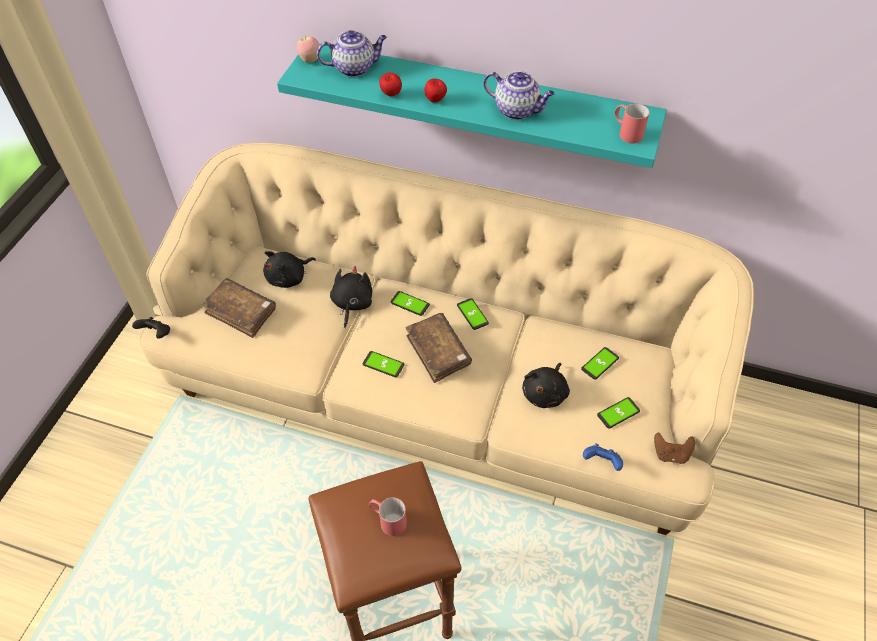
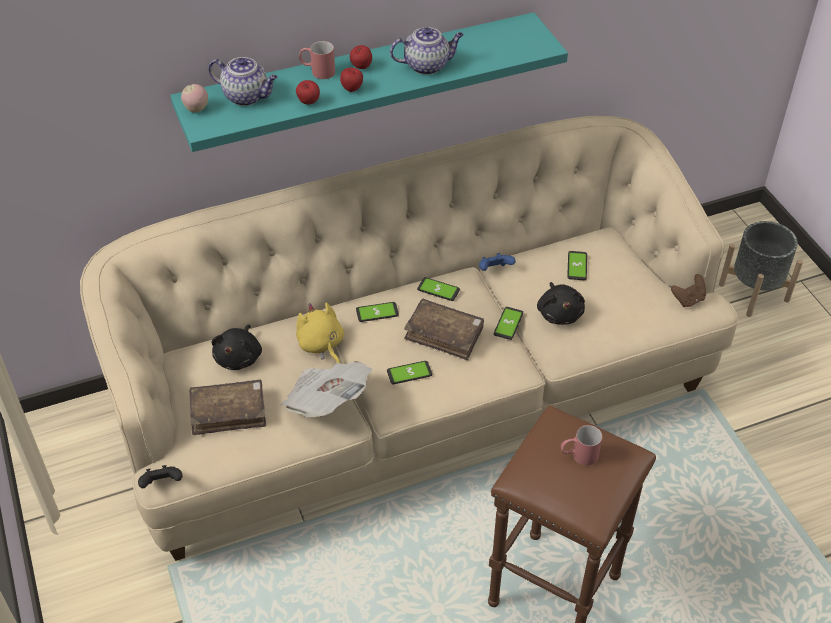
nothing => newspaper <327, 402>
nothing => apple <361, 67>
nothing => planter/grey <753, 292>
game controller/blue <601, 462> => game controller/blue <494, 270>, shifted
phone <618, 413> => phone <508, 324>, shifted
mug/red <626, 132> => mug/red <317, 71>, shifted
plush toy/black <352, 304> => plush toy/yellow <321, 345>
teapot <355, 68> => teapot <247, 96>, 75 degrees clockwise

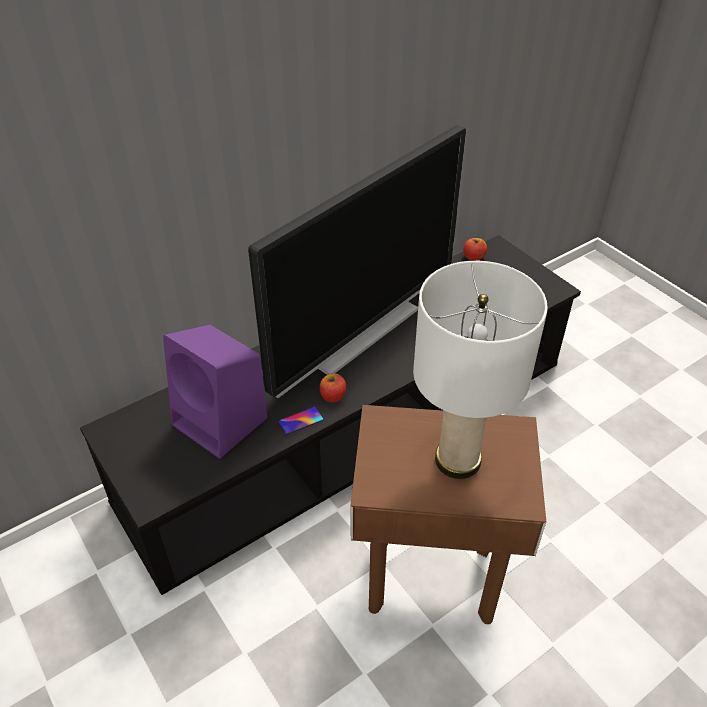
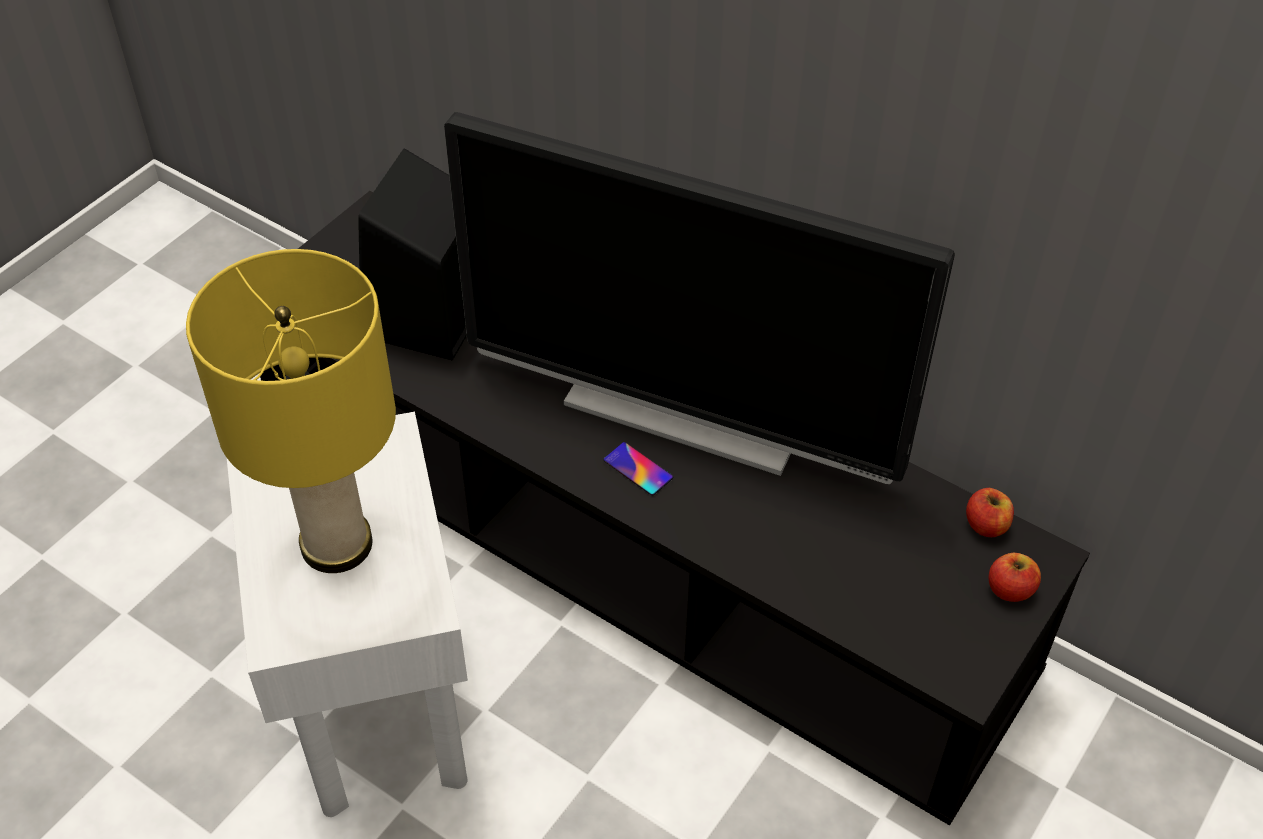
phone <300, 421> => phone <638, 469>, shifted
apple <333, 396> => apple <1010, 589>, shifted
speaker/purple <222, 422> => speaker/black <426, 317>
side table/brown <431, 579> => side table/white <380, 718>
table lamp/white <458, 461> => table lamp/yellow <335, 545>

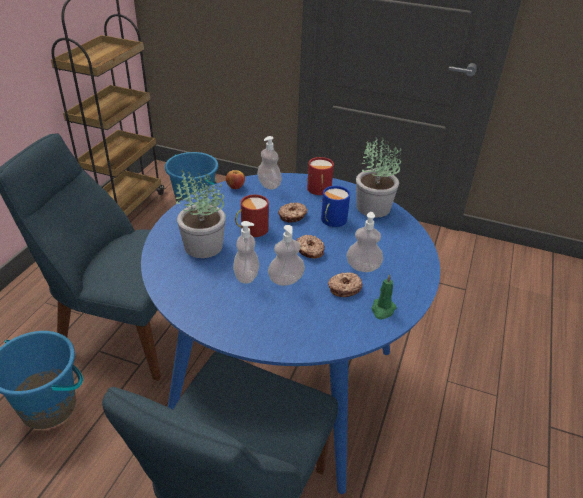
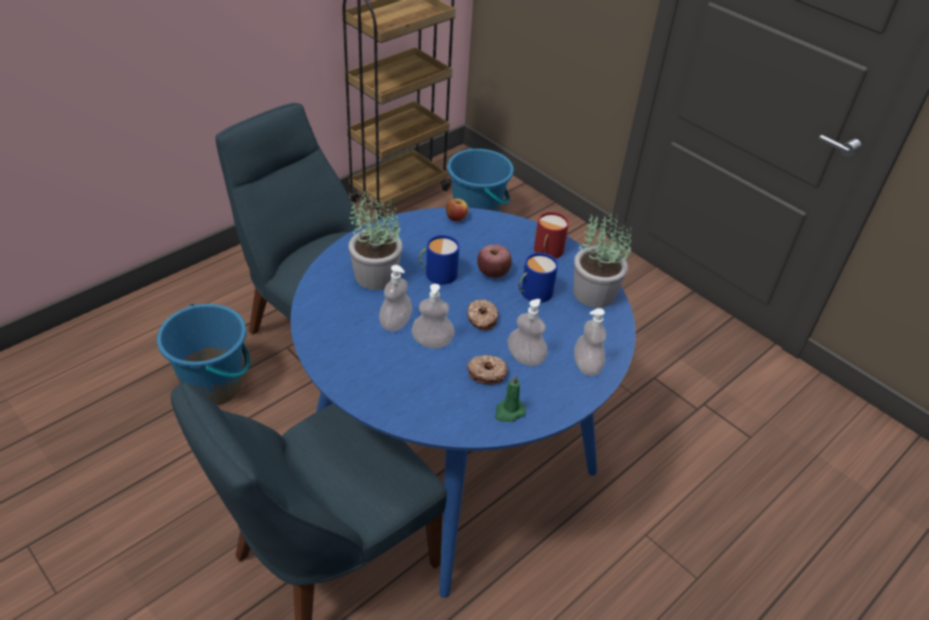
soap dispenser <269, 185> => soap dispenser <587, 366>, shifted
donut <292, 216> => apple <493, 273>
mug/red <251, 229> => mug/blue <437, 273>

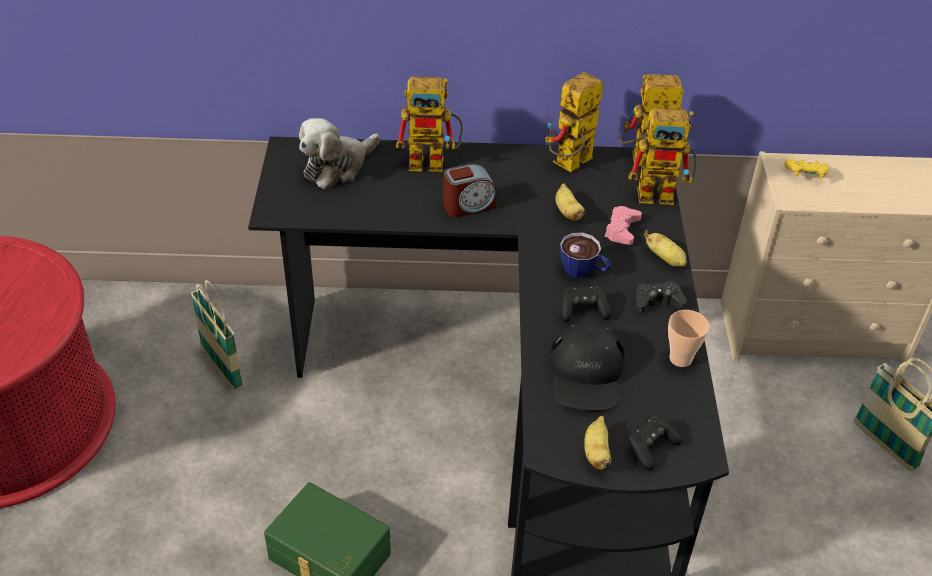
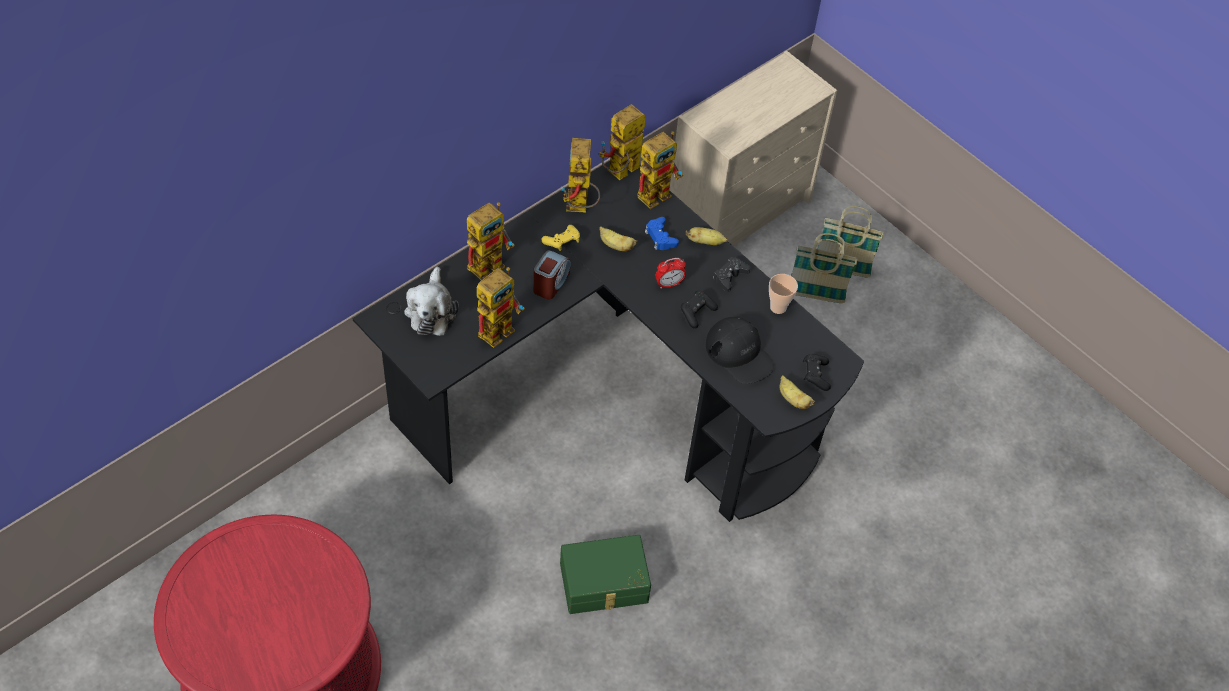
nothing => toy robot <500, 326>
basket <222, 368> => basket <815, 296>, shifted
game controller/yellow <805, 175> => game controller/yellow <562, 242>, shifted
cup <583, 271> => alarm clock <669, 284>
game controller/pink <622, 230> => game controller/blue <660, 237>

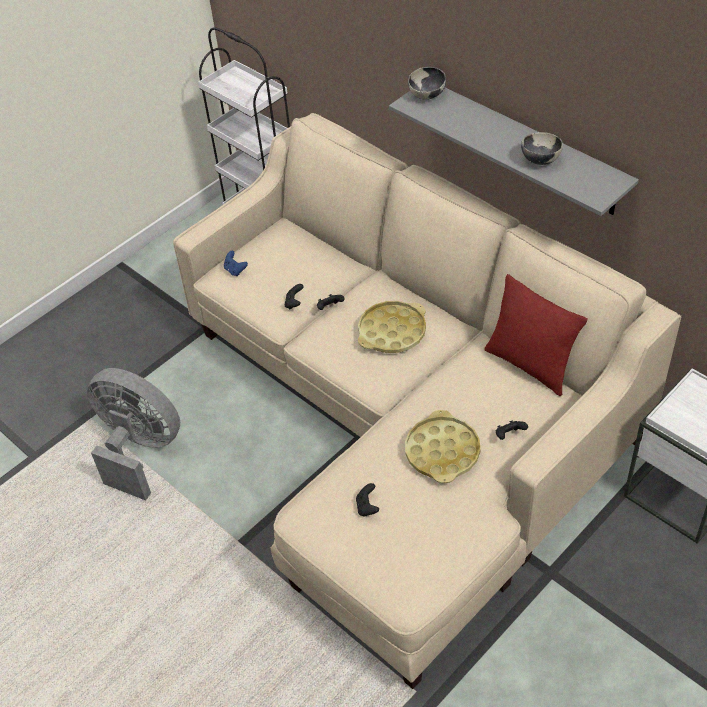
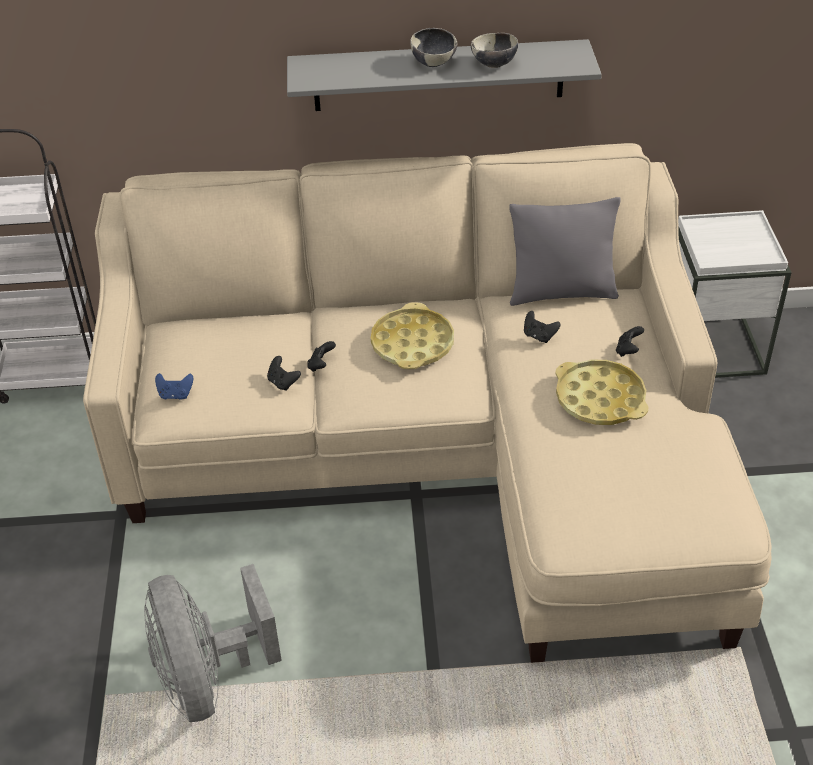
game controller/black <367, 507> => game controller/black <539, 336>, shifted
bowl <427, 95> => bowl <433, 62>, shifted
pillow/red <529, 365> => pillow/grey <561, 292>
fan/grey <140, 450> => fan/grey <208, 678>, 90 degrees counterclockwise

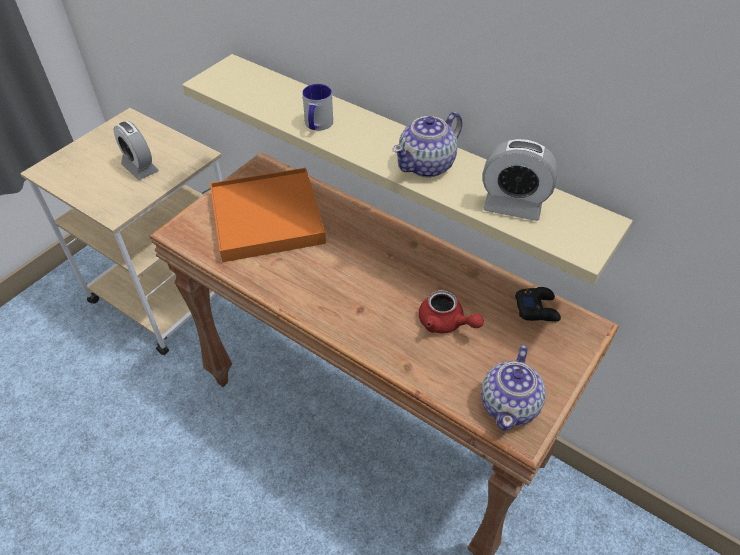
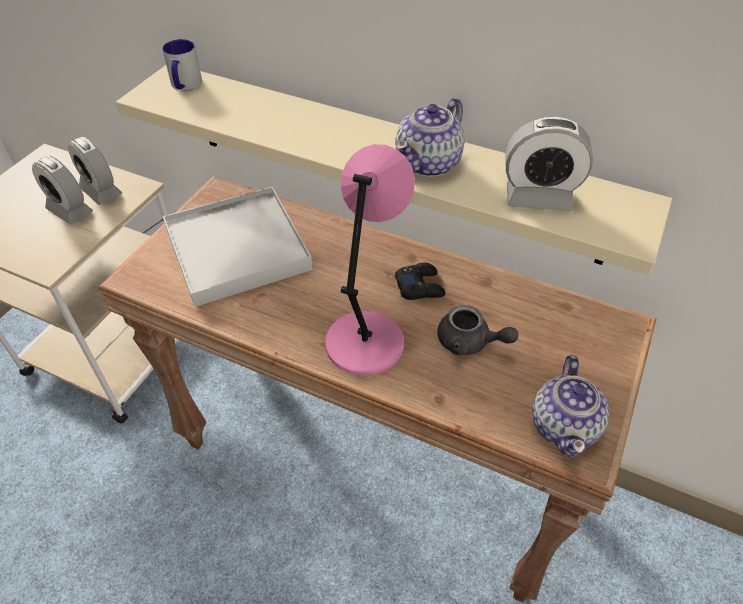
nothing => alarm clock <101, 191>
nothing => table lamp/pink <366, 339>
mug <317, 125> => mug <185, 86>, shifted
game controller/black <537, 308> => game controller/black <420, 286>, shifted
tray/orange <267, 218> => tray/white <237, 249>
teapot/red <445, 323> => teapot/grey <470, 342>

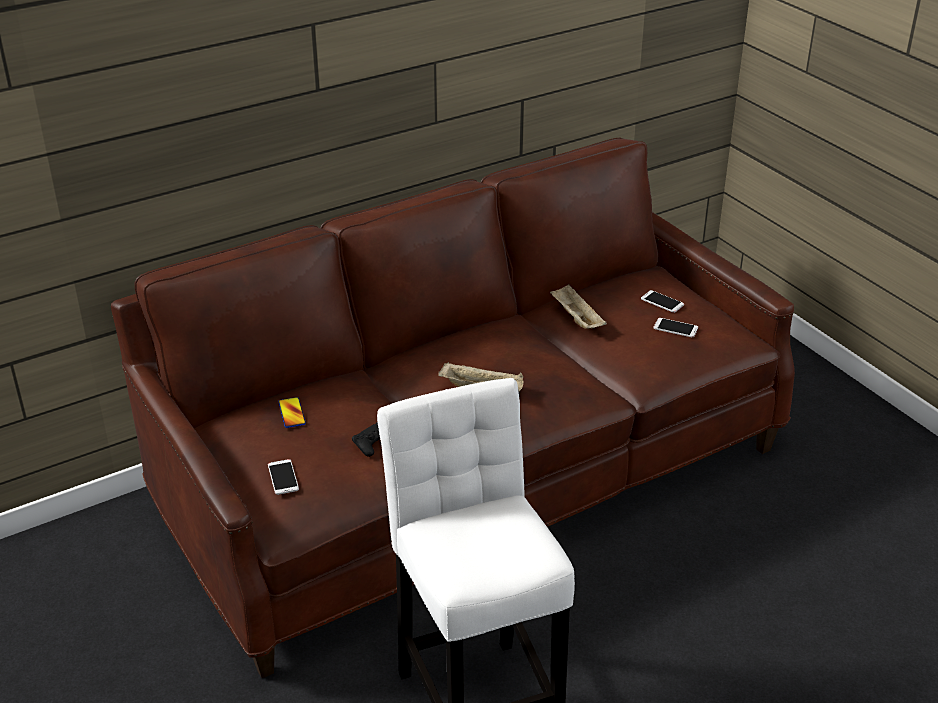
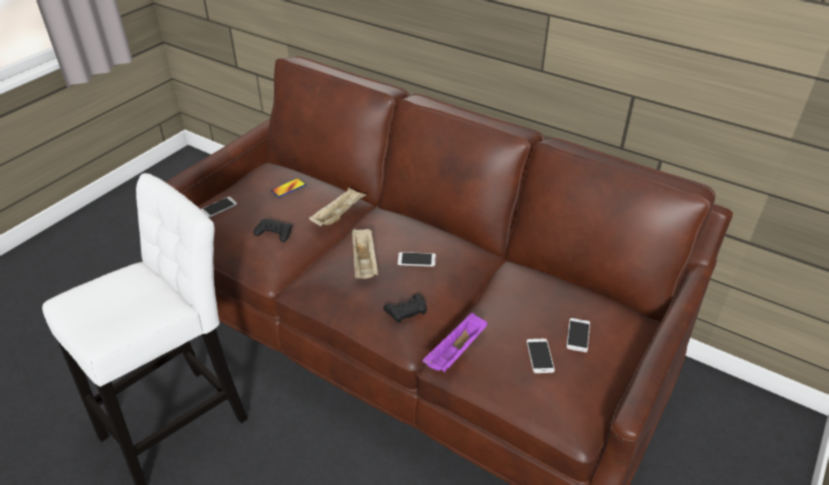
nothing => game controller/black <406, 310>
nothing => phone <416, 259>
nothing => tray/purple <455, 353>
tray/beige <576, 318> => tray/beige <338, 215>, shifted

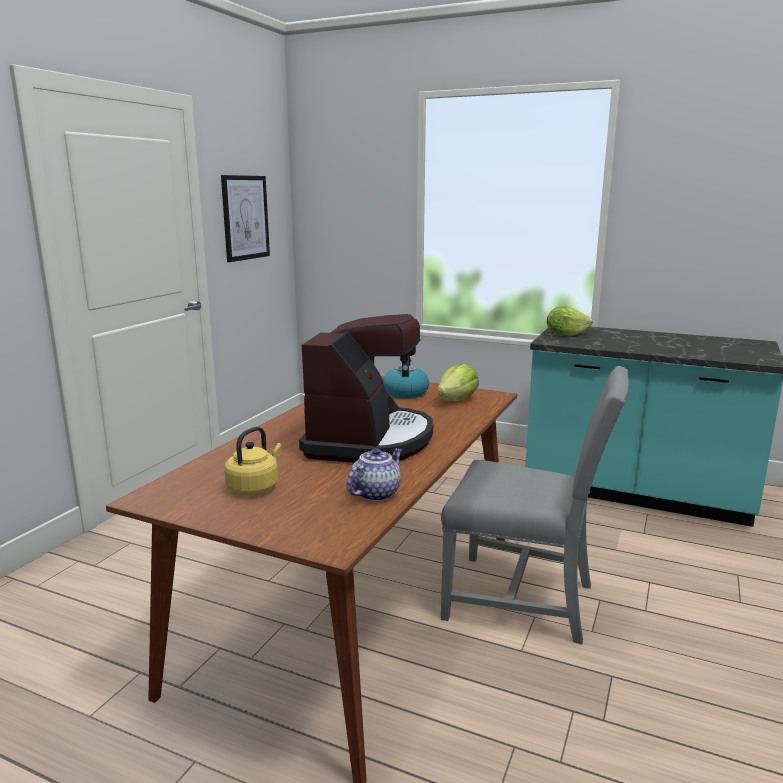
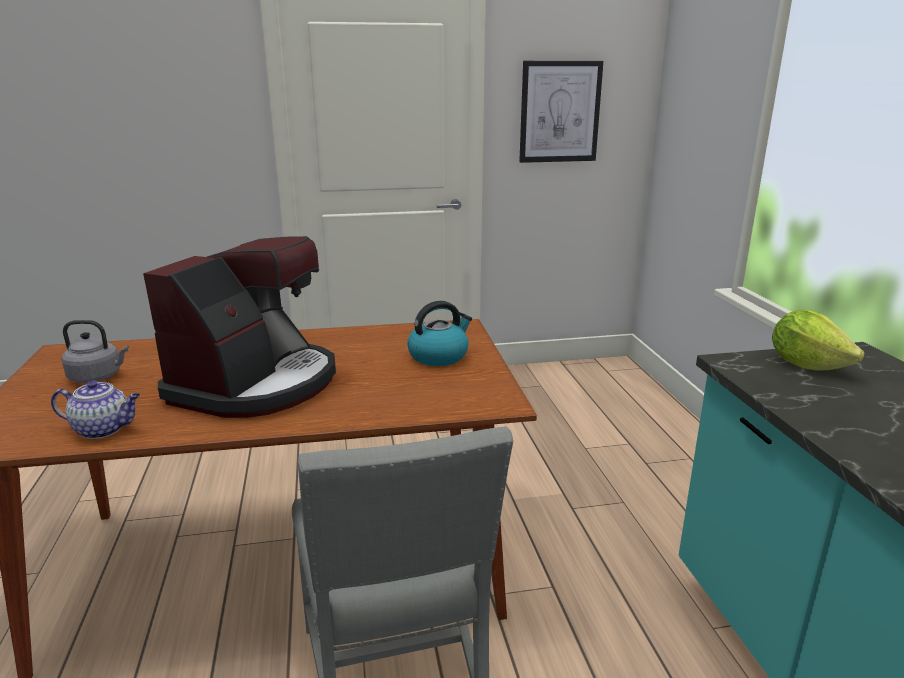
lettuce <457, 400> => nothing
kettle/yellow <255, 487> => kettle/grey <98, 377>
coffee machine <369, 440> => coffee machine <257, 384>, 45 degrees counterclockwise

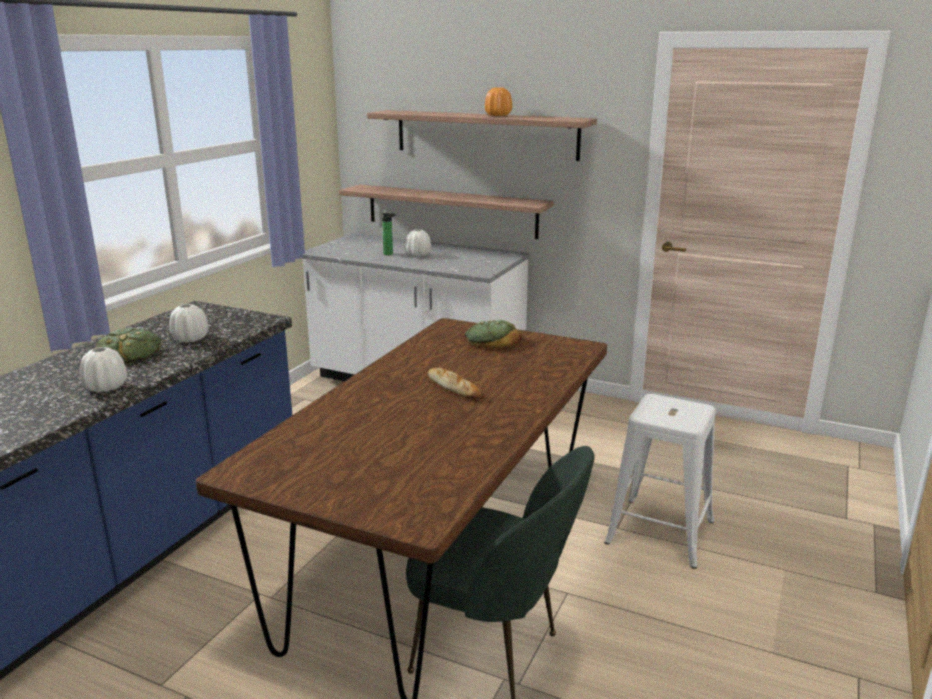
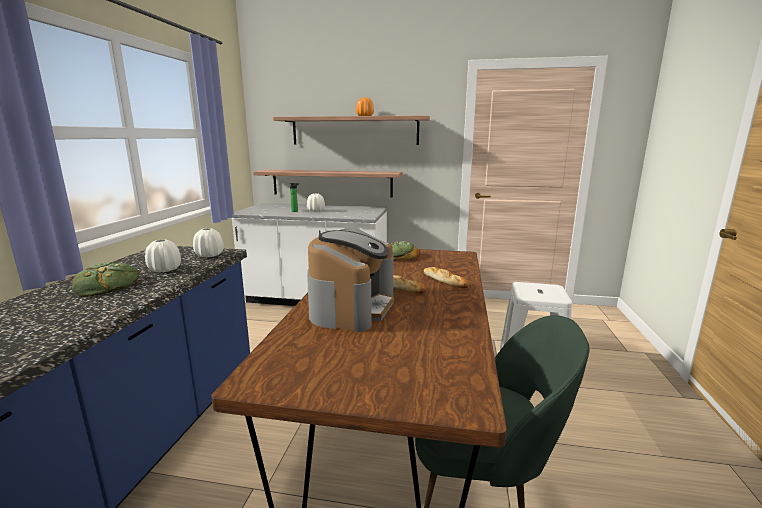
nothing => coffee machine <352, 307>
nothing => bread <444, 281>
vase/white <106, 387> => vase/white <209, 255>, shifted

